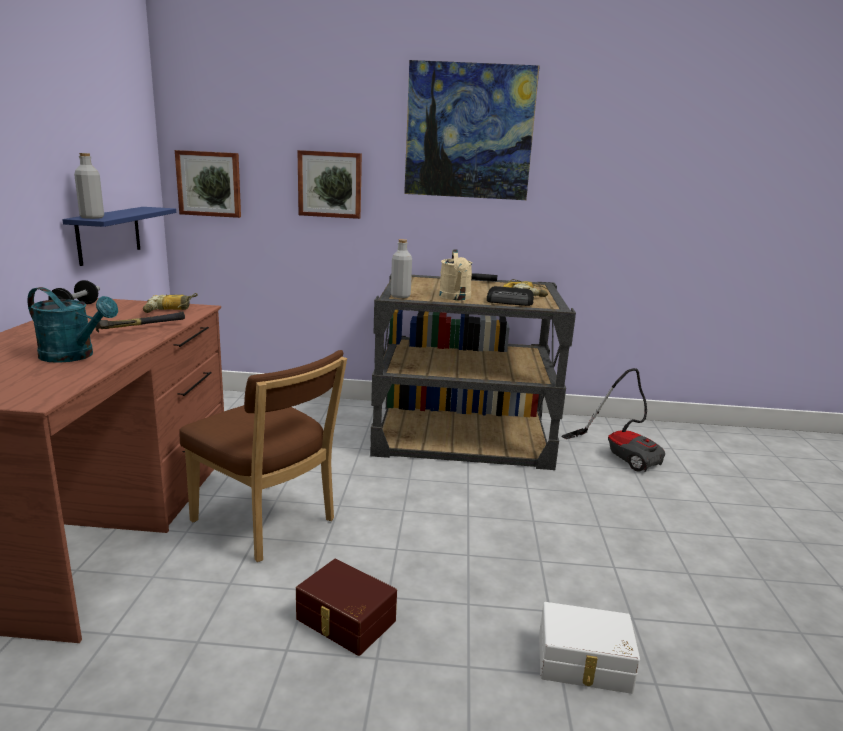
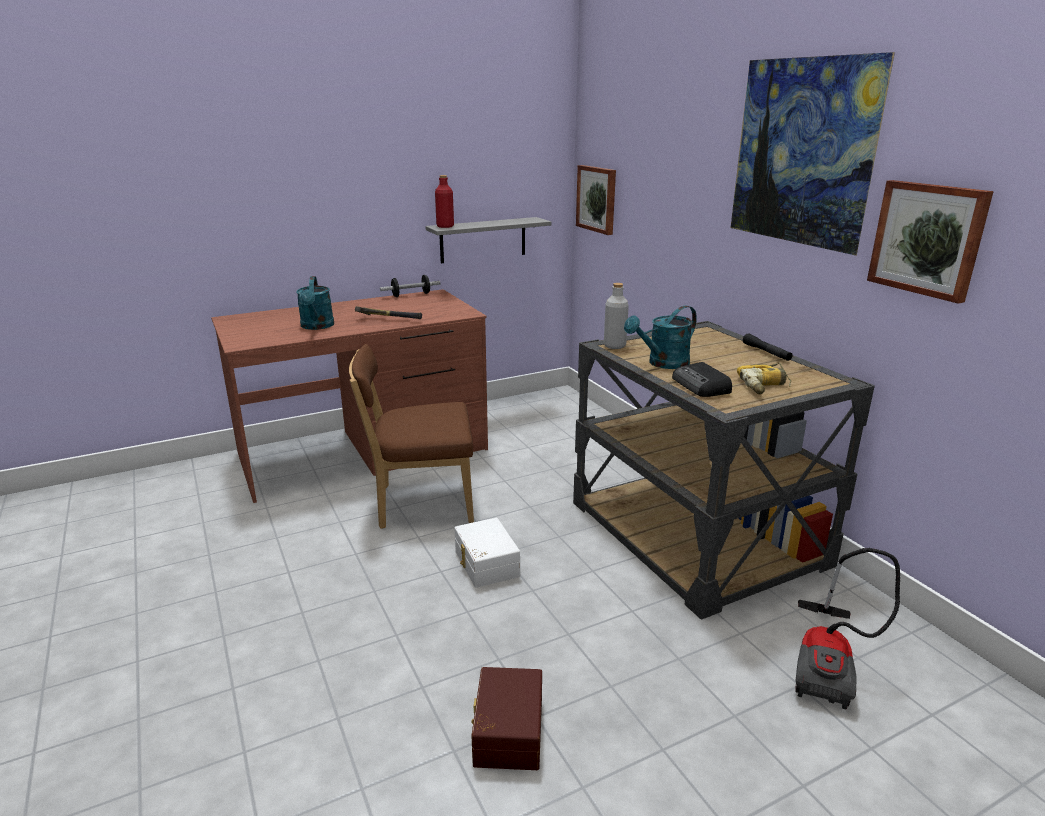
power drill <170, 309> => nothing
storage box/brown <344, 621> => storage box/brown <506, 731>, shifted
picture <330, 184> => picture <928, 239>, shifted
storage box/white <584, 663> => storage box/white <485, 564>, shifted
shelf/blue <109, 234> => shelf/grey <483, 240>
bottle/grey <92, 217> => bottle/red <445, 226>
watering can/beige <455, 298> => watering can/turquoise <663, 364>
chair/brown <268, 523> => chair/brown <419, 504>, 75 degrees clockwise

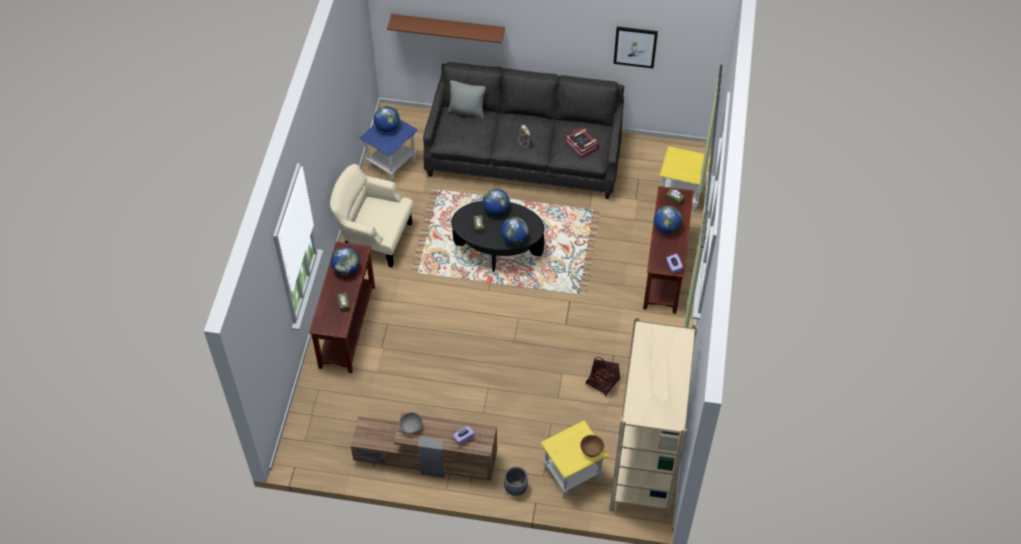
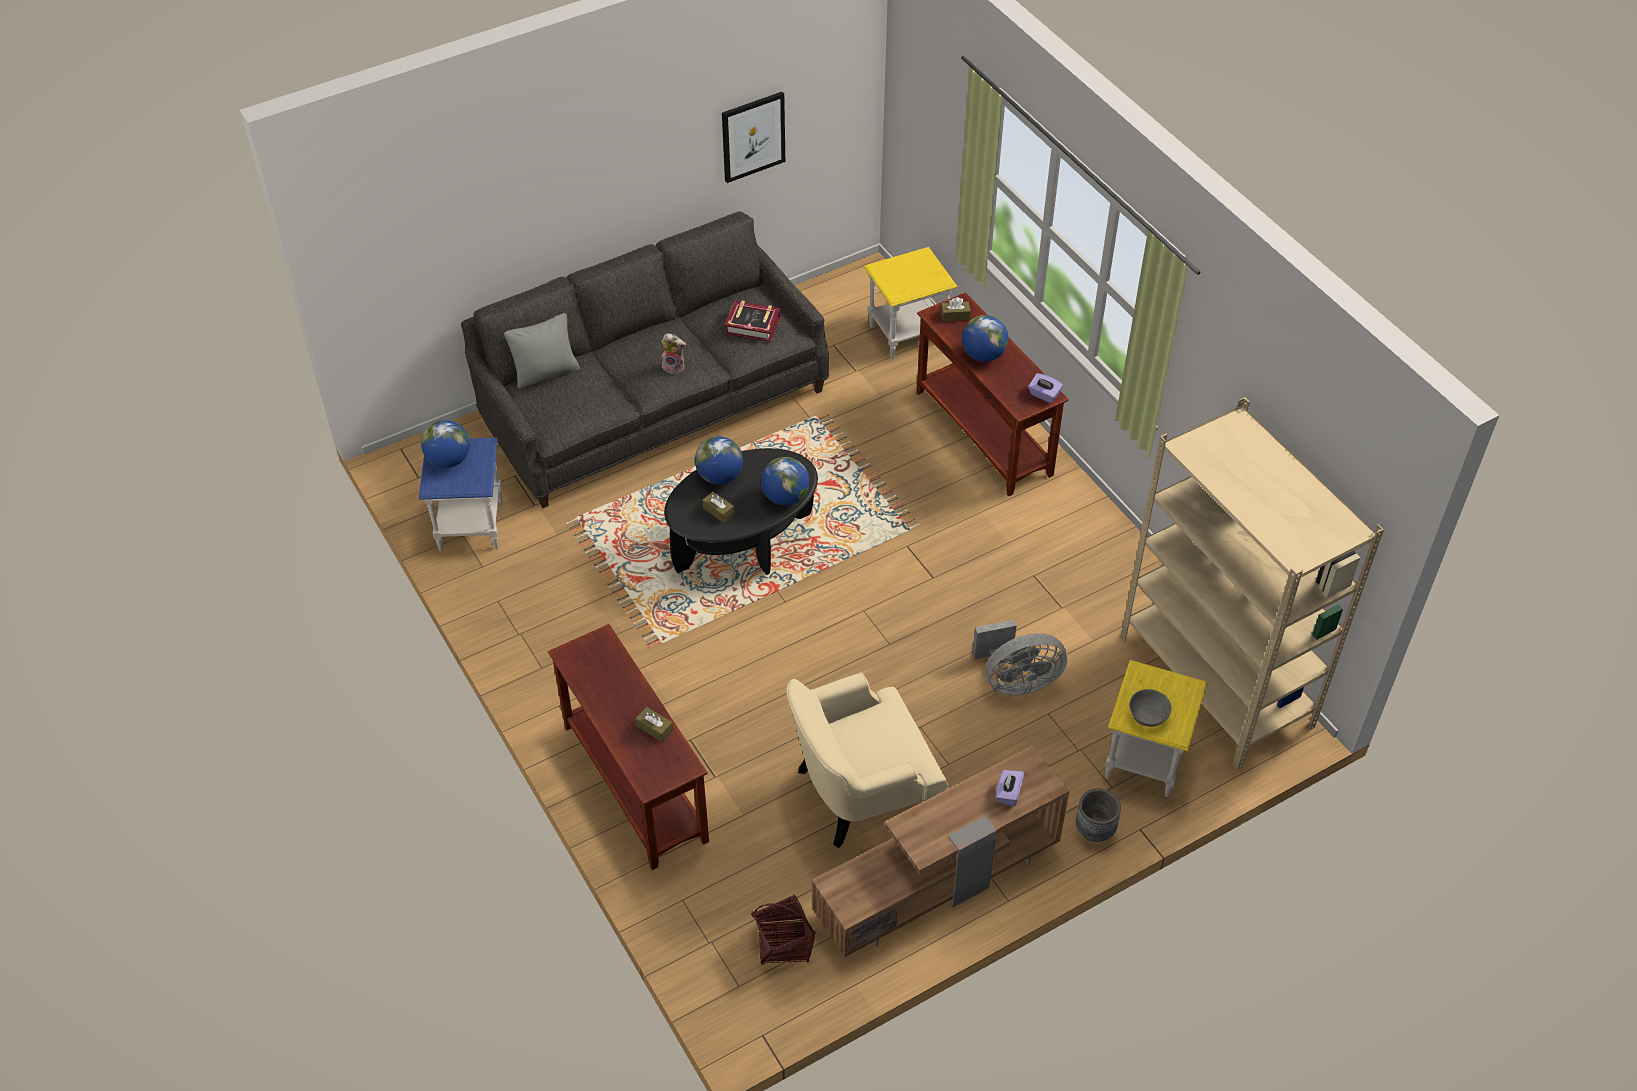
globe <346, 269> => nothing
shelf/brown <448, 27> => nothing
bowl/brown <591, 449> => nothing
nothing => fan/grey <1016, 681>
armchair/beige <375, 238> => armchair/beige <861, 791>, shifted
bowl/grey <411, 427> => bowl/grey <1148, 716>, shifted
basket <602, 382> => basket <784, 943>, shifted

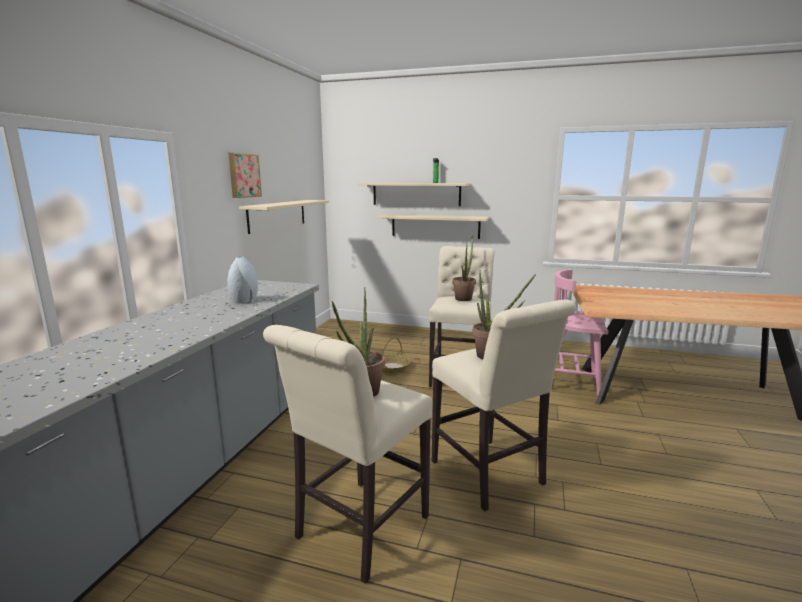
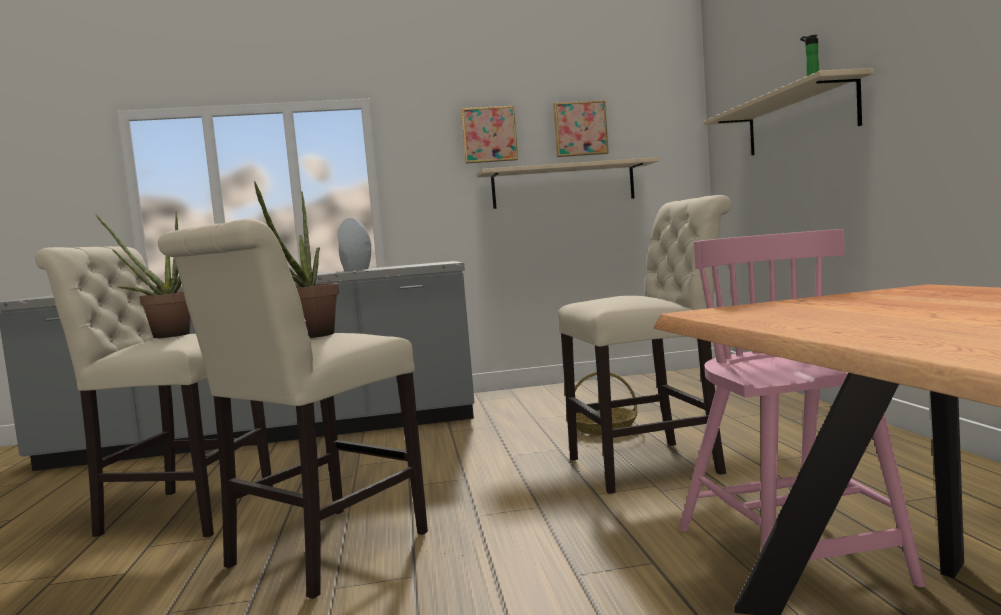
shelf/beige <435, 226> => nothing
potted plant <464, 298> => nothing
nothing => picture <580, 129>

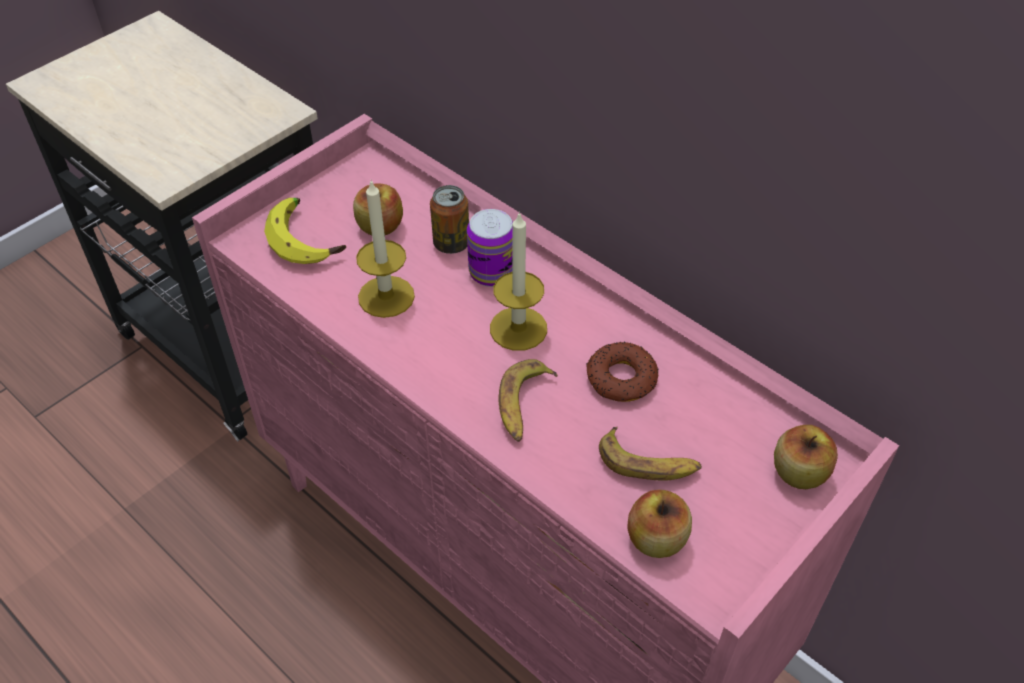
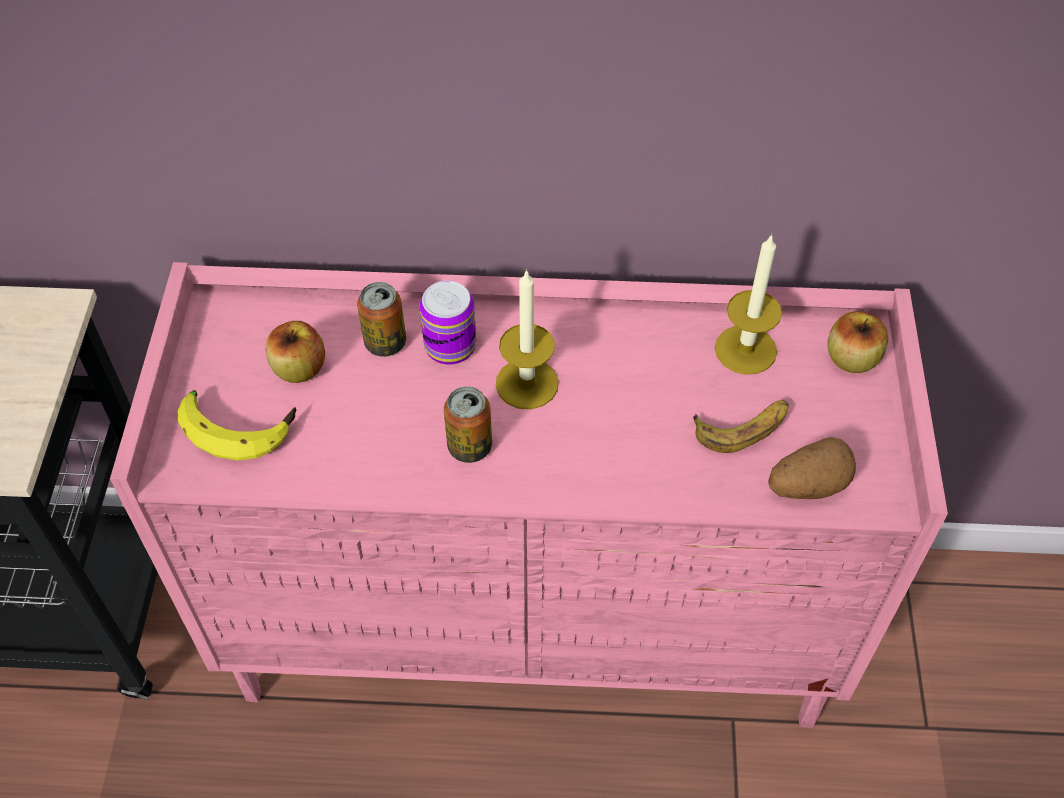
banana <524, 405> => nothing
donut <621, 378> => nothing
nothing => can <469, 447>
candle <386, 296> => candle <745, 349>, shifted
apple <656, 539> => potato <807, 485>

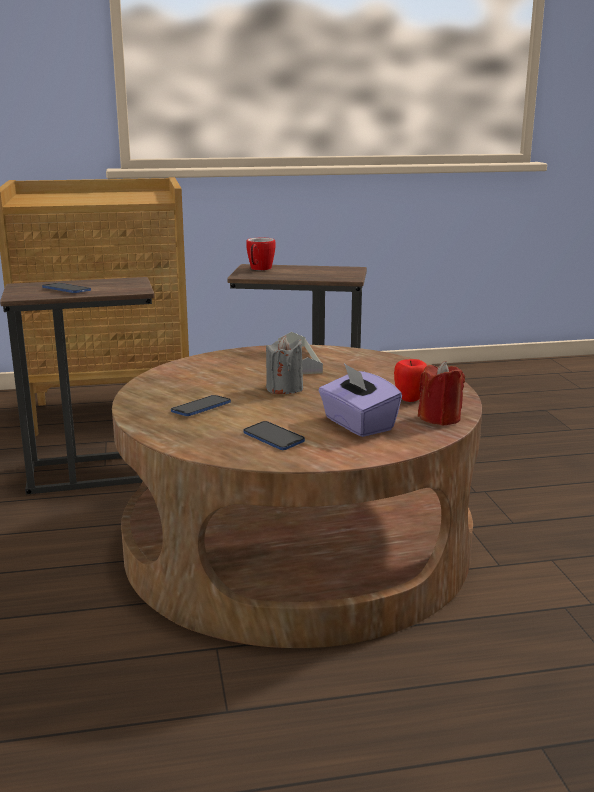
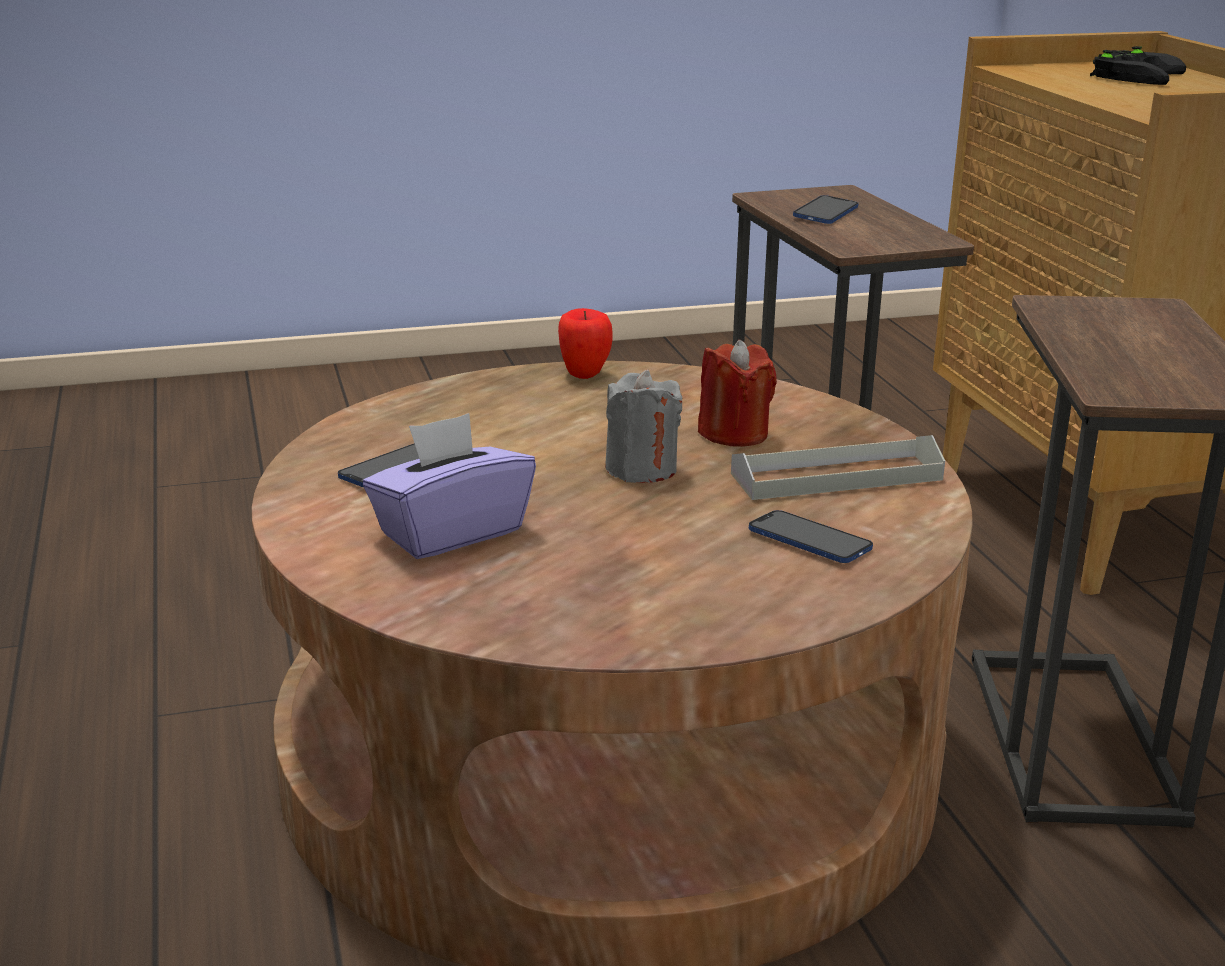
mug <259, 269> => nothing
nothing => game controller/black <1133, 75>
phone <201, 407> => phone <809, 540>, shifted
apple <409, 399> => apple <585, 374>, shifted
candle/red <440, 418> => candle/red <734, 434>, shifted

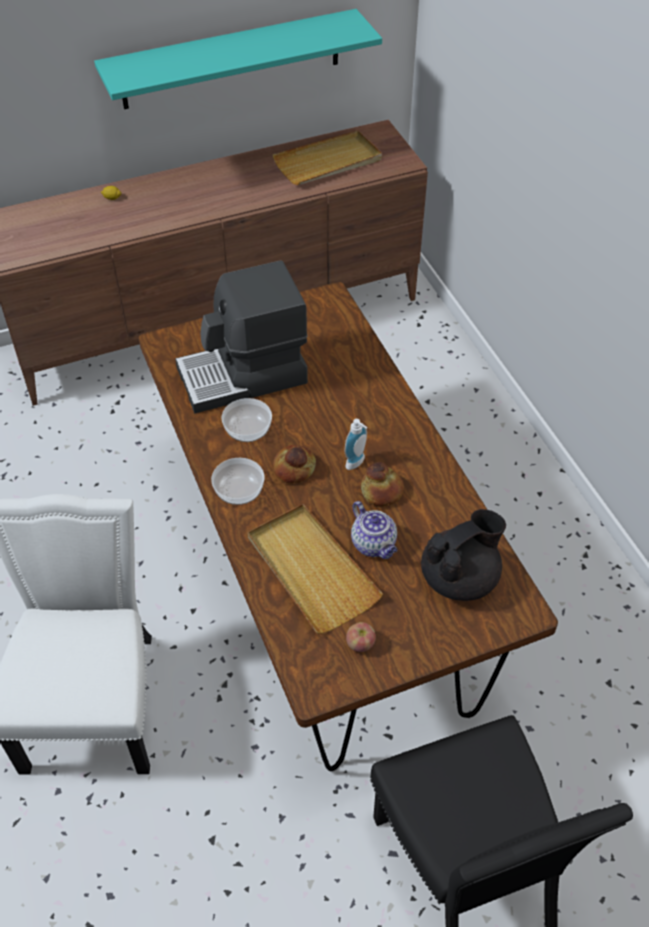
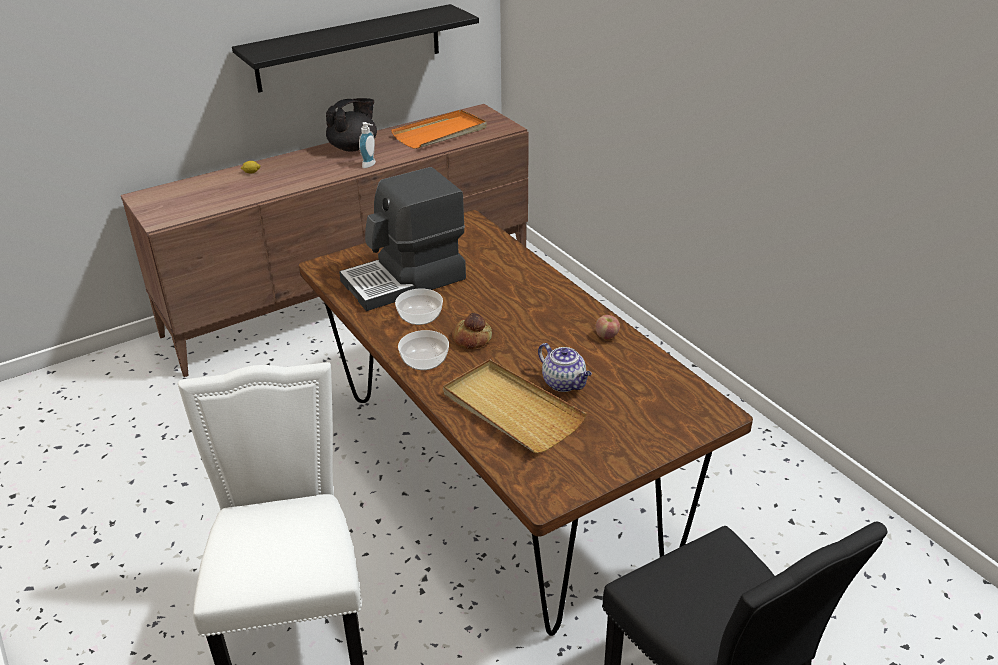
bread <382, 491> => nothing
soap dispenser <357, 463> => soap dispenser <370, 165>, shifted
apple <360, 644> => apple <607, 336>, shifted
teapot/black <460, 578> => teapot/black <354, 147>, shifted
shelf/turquoise <231, 59> => shelf/black <349, 48>
tray/beige <328, 162> => tray/orange <440, 133>

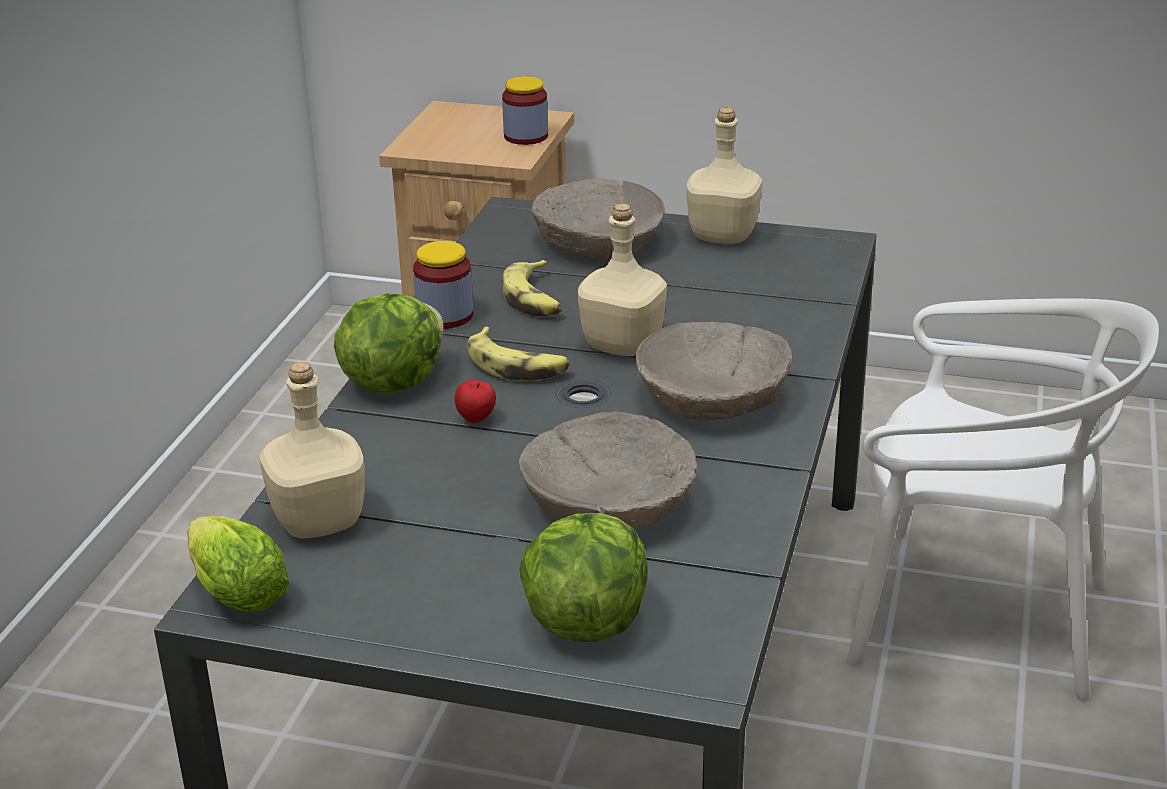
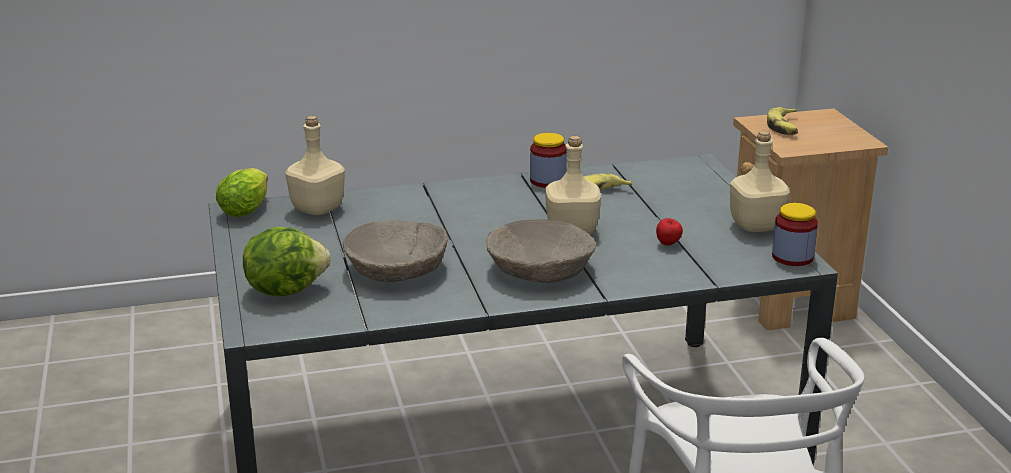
lettuce <392, 381> => nothing
bowl/beige <598, 242> => nothing
apple <476, 419> => apple <668, 244>, shifted
banana <517, 365> => banana <784, 127>, shifted
jar <526, 136> => jar <792, 257>, shifted

